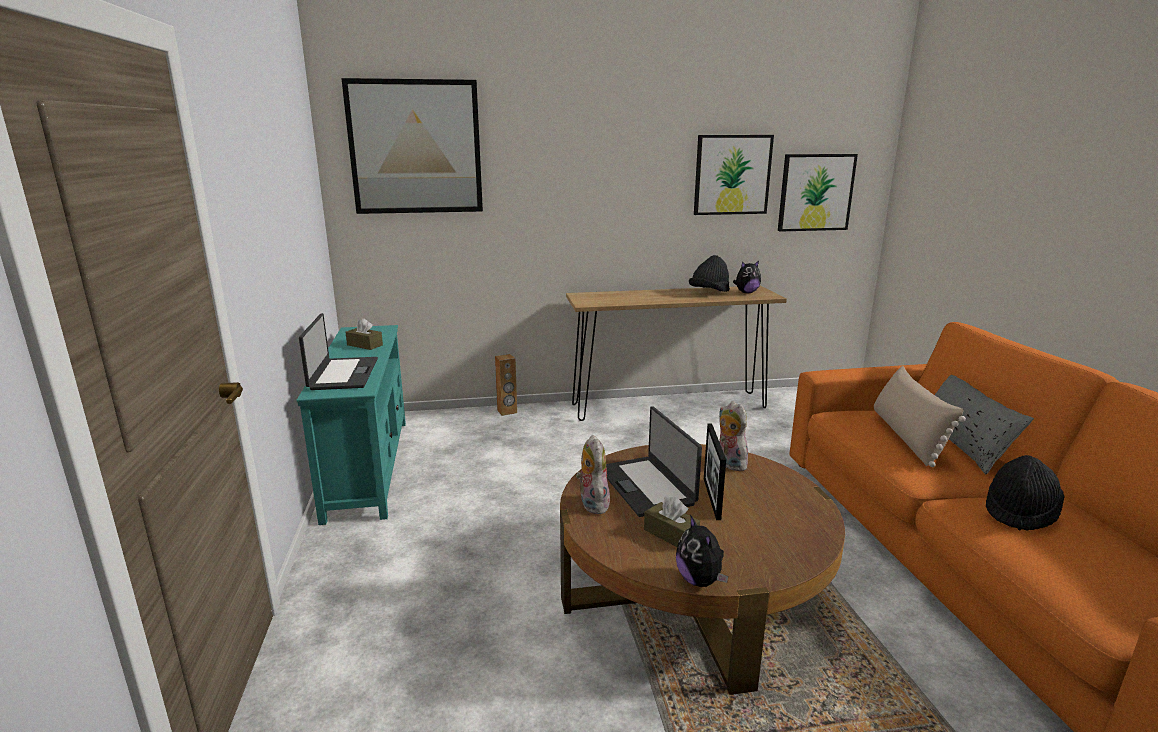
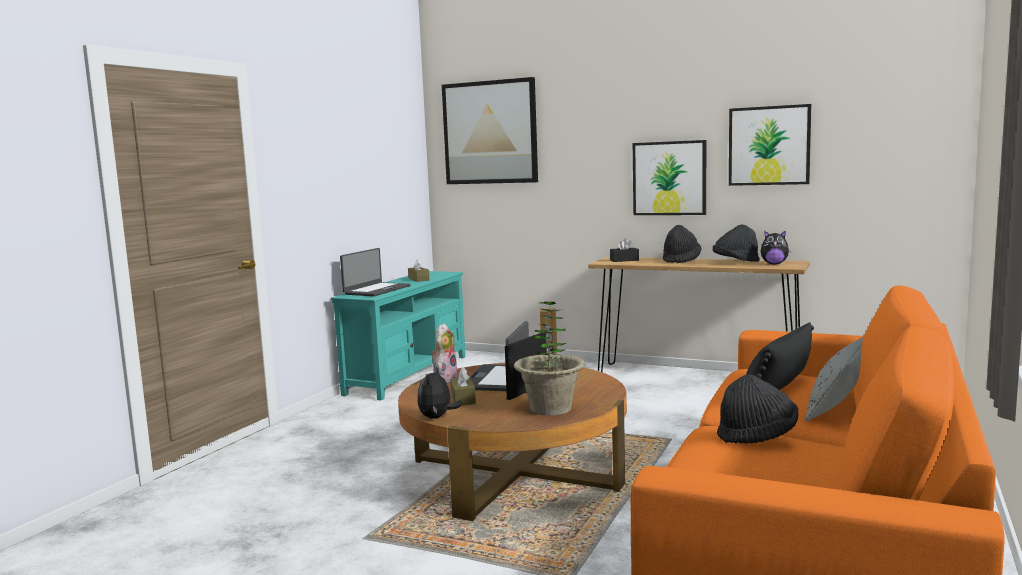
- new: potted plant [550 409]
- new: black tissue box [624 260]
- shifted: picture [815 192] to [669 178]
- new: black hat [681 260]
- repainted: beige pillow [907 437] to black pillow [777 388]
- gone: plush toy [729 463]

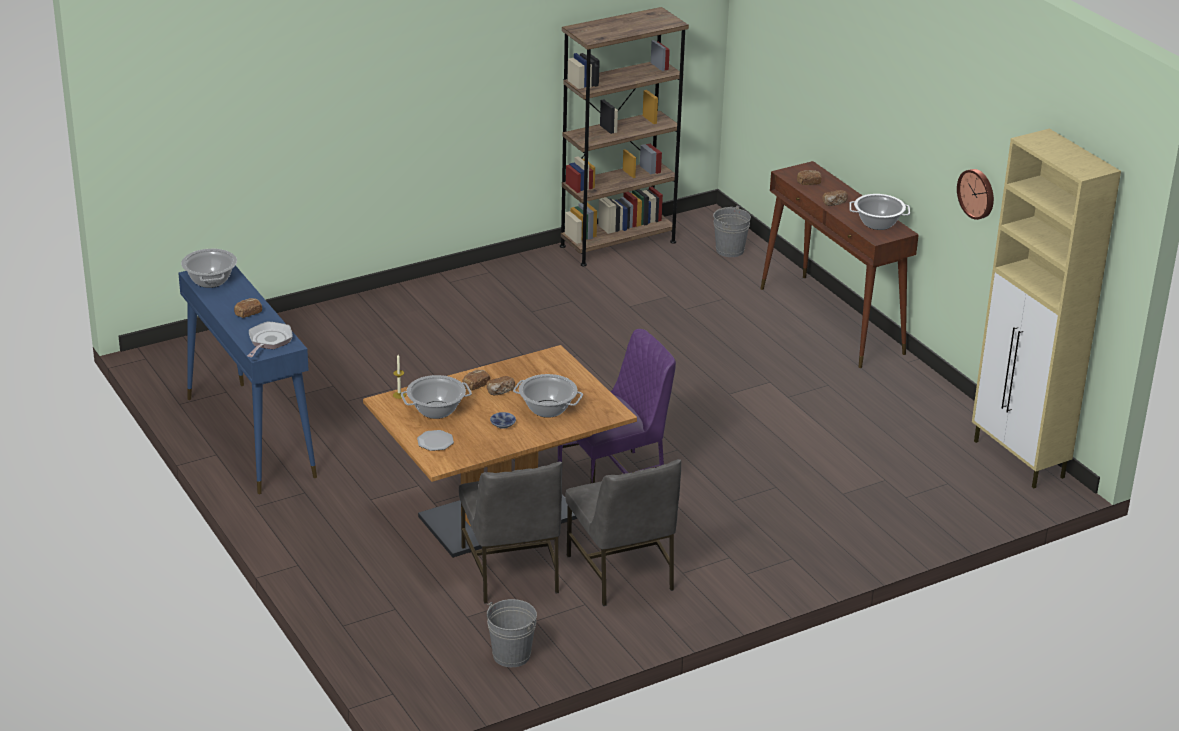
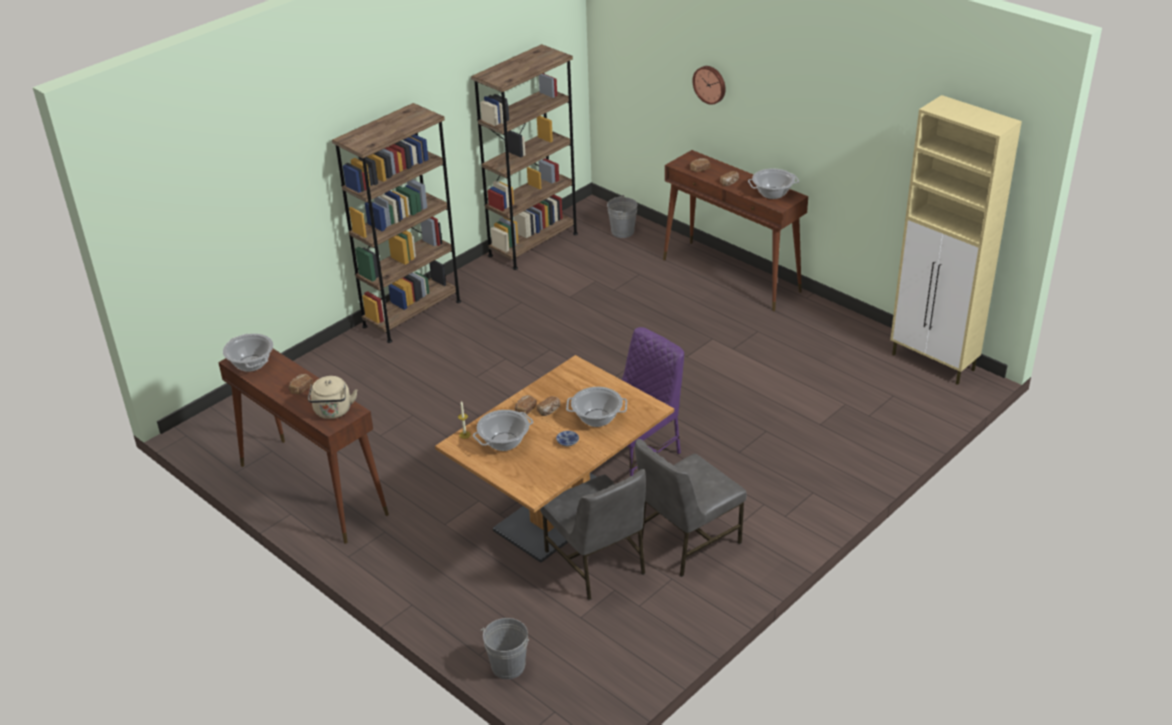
- repainted: blue console table [249 436] to brown console table [312 489]
- swapped: frying pan [269 341] to beige kettle [333 412]
- new: brown bookcase [412 314]
- shifted: grey bucket [511 655] to [508 666]
- rotated: grey chair [622 573] = [687 541] 90 degrees clockwise
- shifted: wall clock [977 193] to [710 84]
- gone: plate [435 442]

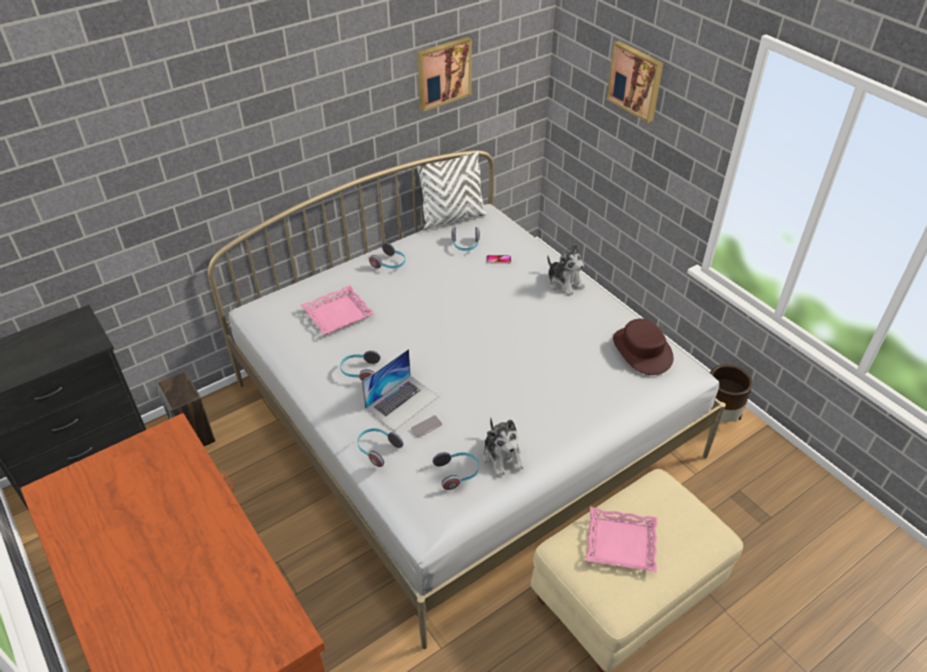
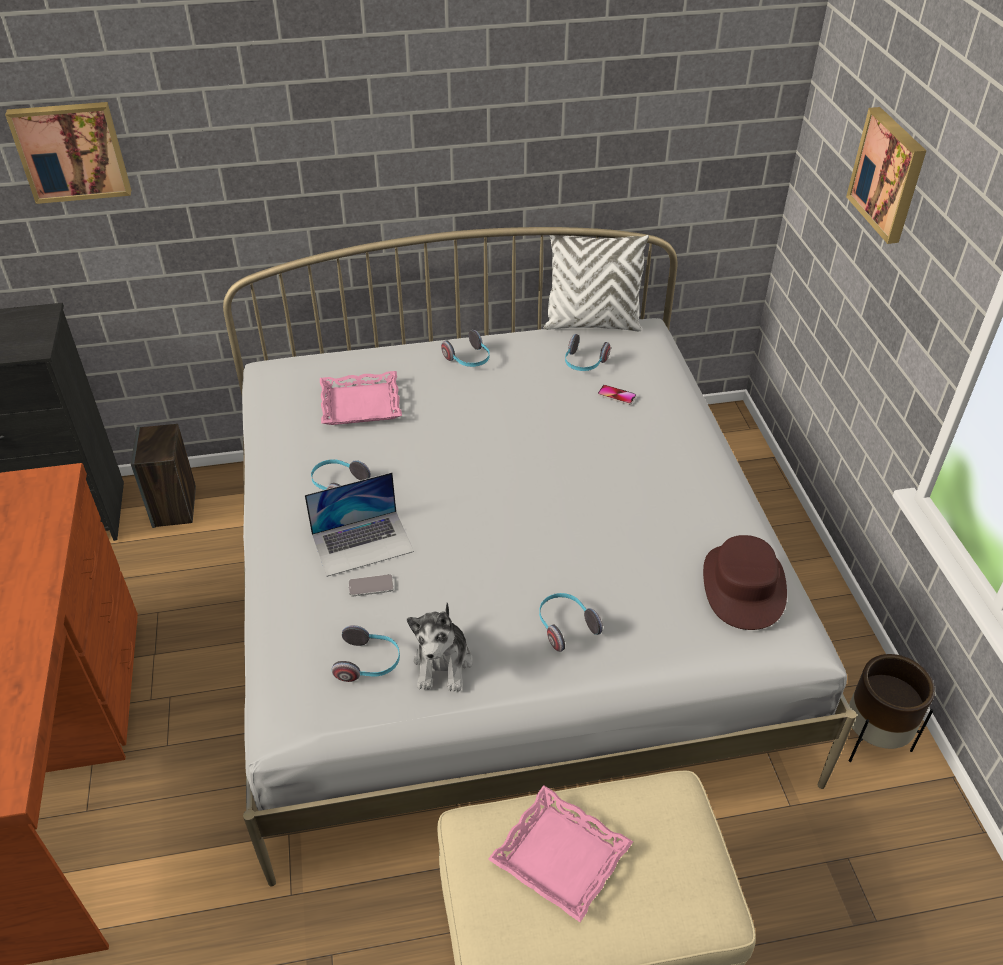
- shifted: picture [443 73] to [71 151]
- shifted: headphones [377 449] to [565 626]
- gone: plush toy [564 283]

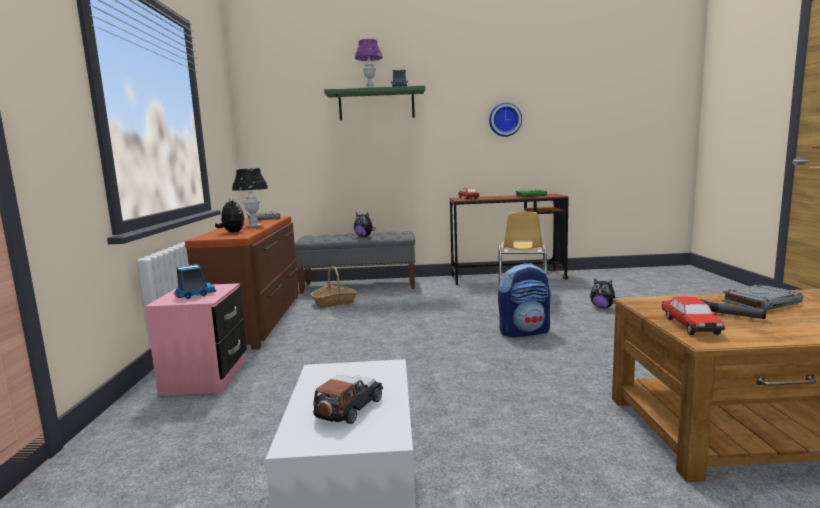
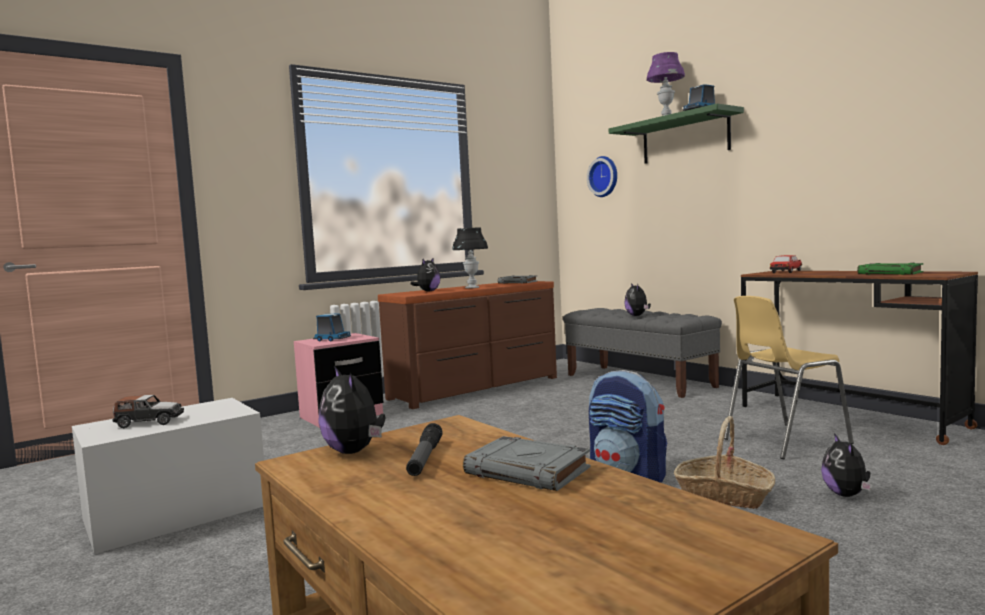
- swapped: toy car [689 325] to plush toy [354 451]
- shifted: wall clock [504 120] to [604 176]
- shifted: basket [334 302] to [724 495]

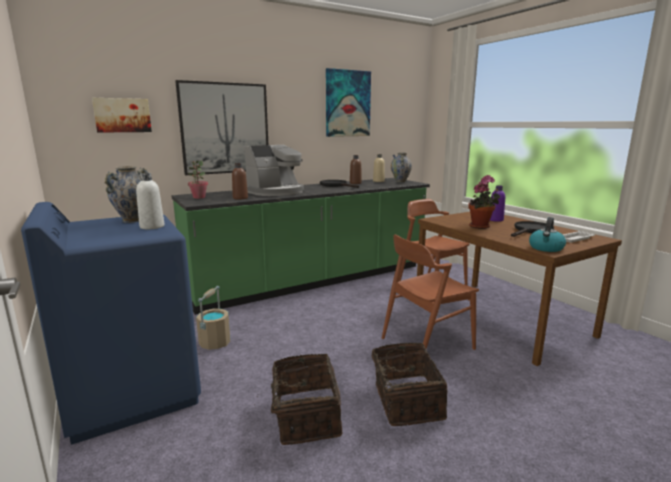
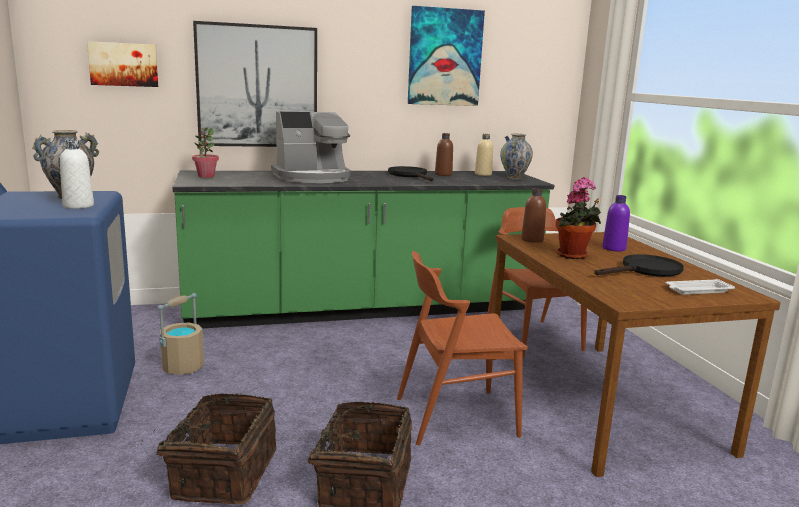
- shifted: brown bottle [240 198] to [532 240]
- gone: kettle [546 248]

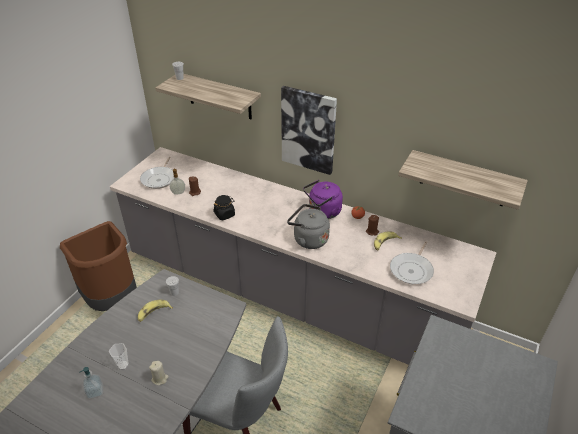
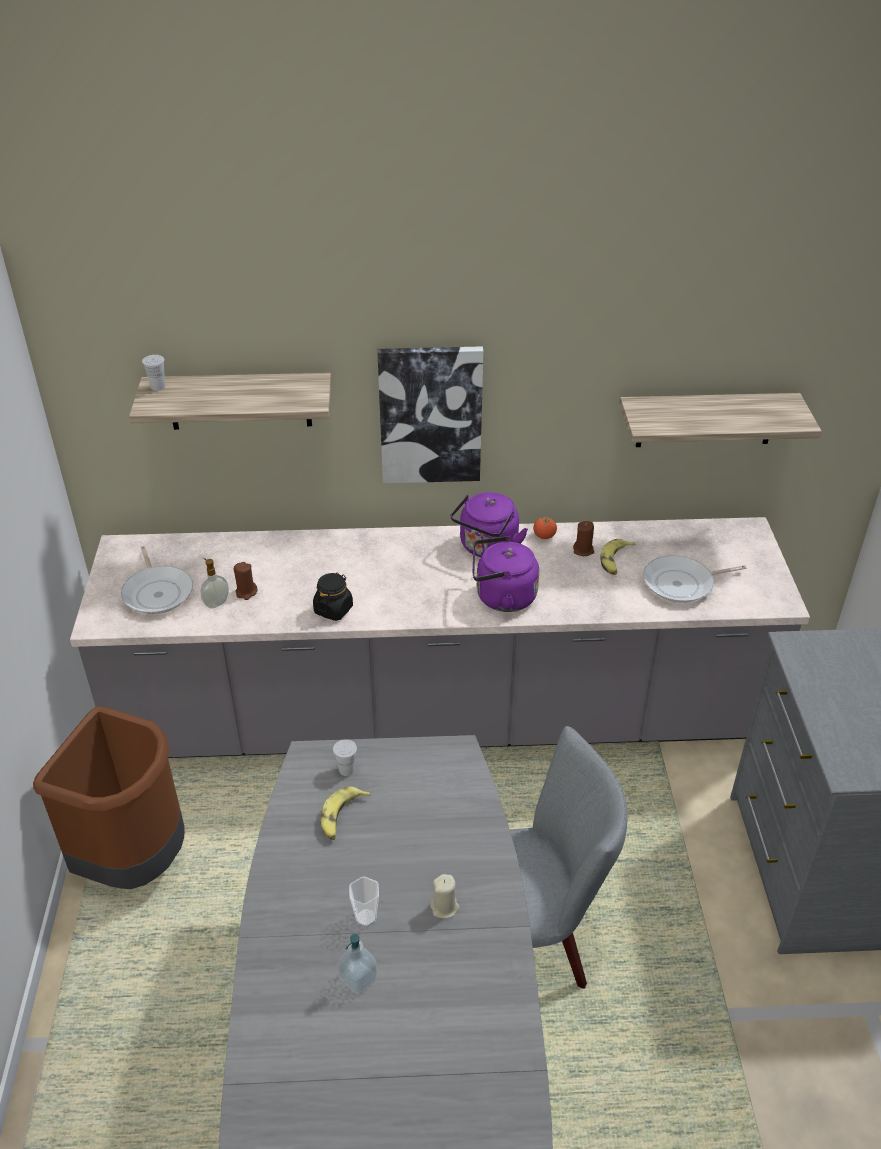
- repainted: grey kettle [308 239] to purple kettle [501 597]
- rotated: frying pan [412 270] = [682 584] 75 degrees clockwise

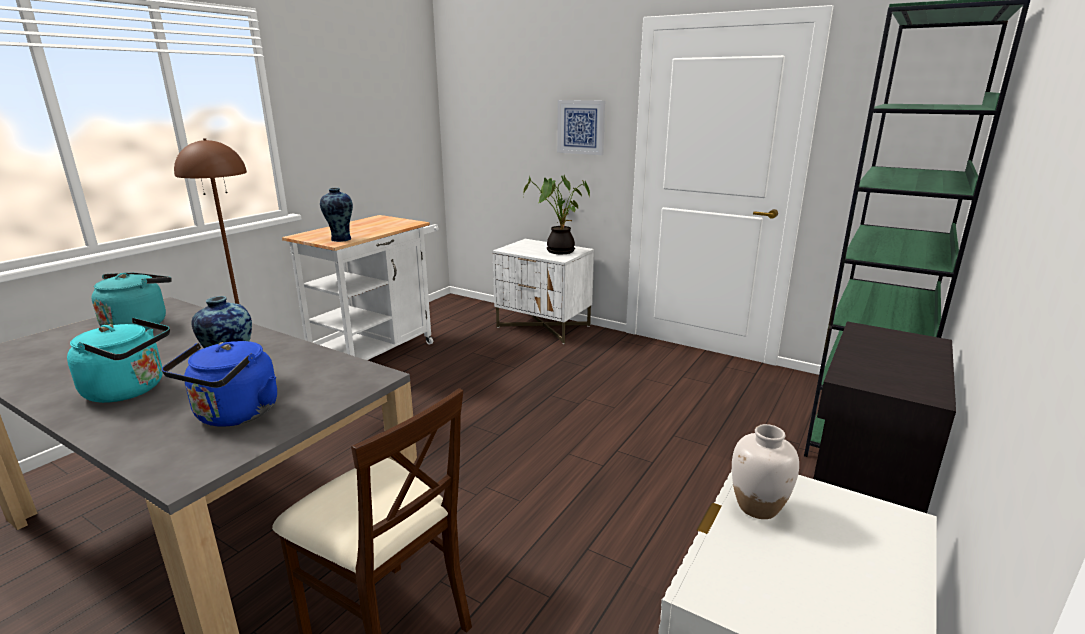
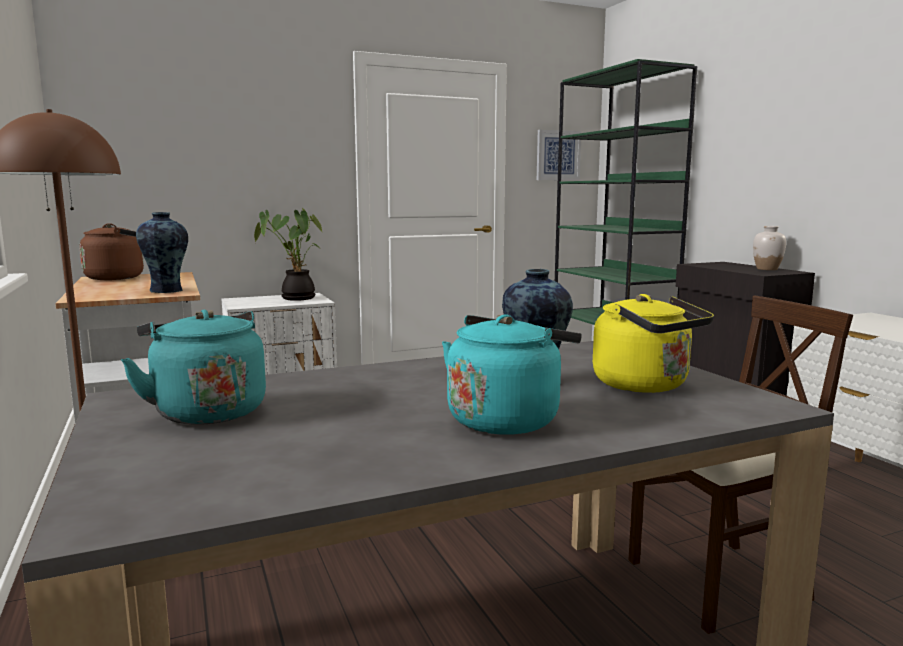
- new: brown kettle [119 277]
- shifted: picture [581 127] to [558 155]
- repainted: blue kettle [234 415] to yellow kettle [646 385]
- shifted: white vase [758 507] to [767 269]

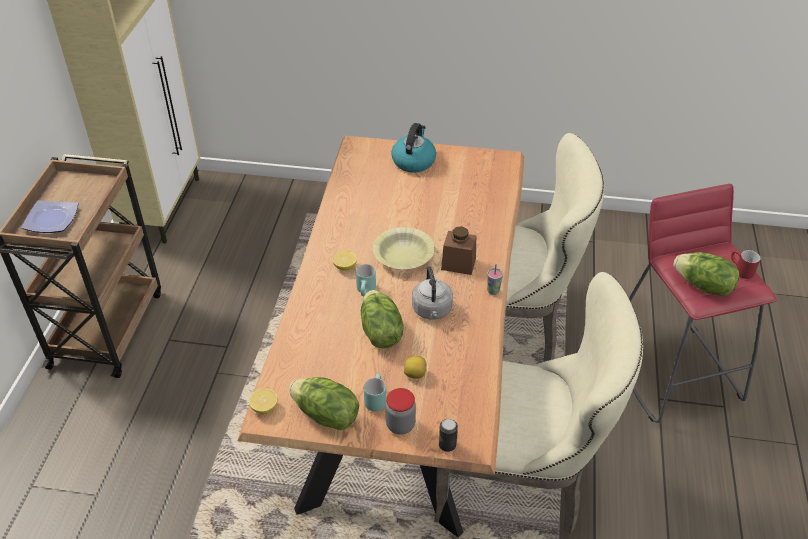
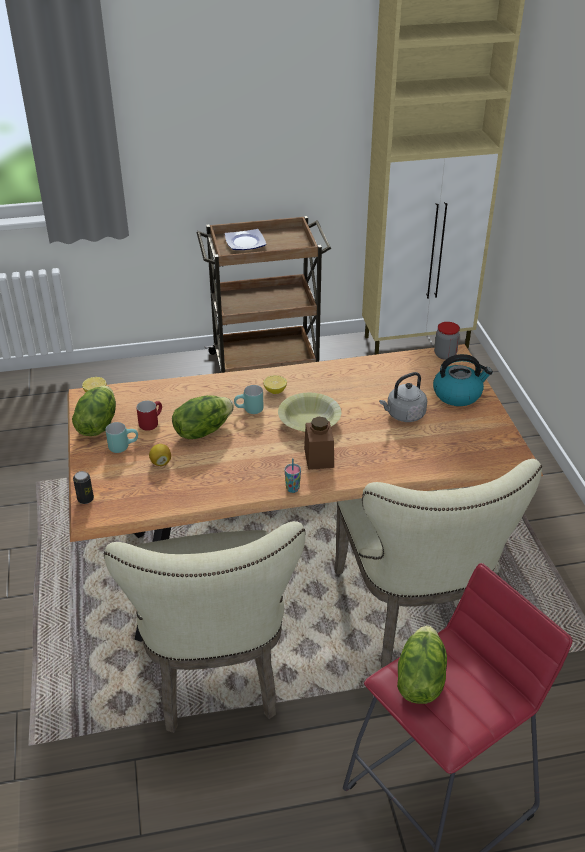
- shifted: red mug [739 271] to [150 422]
- shifted: grey kettle [432 311] to [403 415]
- shifted: jar [400 425] to [445 354]

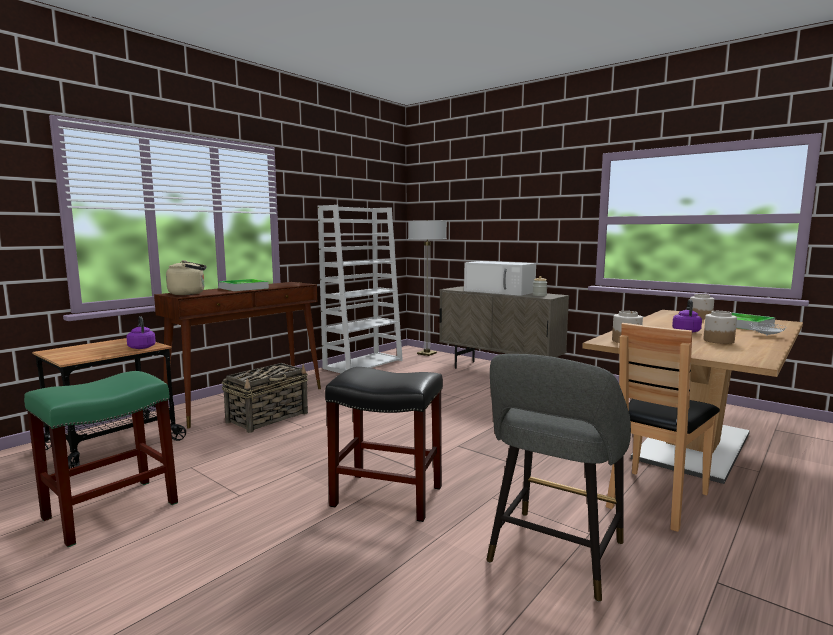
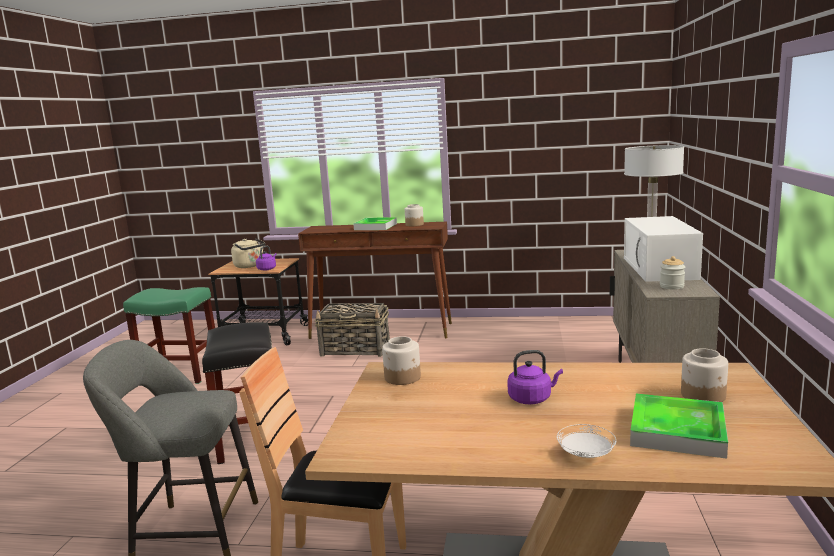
- shifted: beige kettle [189 293] to [249 266]
- shifted: jar [718 341] to [414 224]
- gone: white bookcase [363 364]

